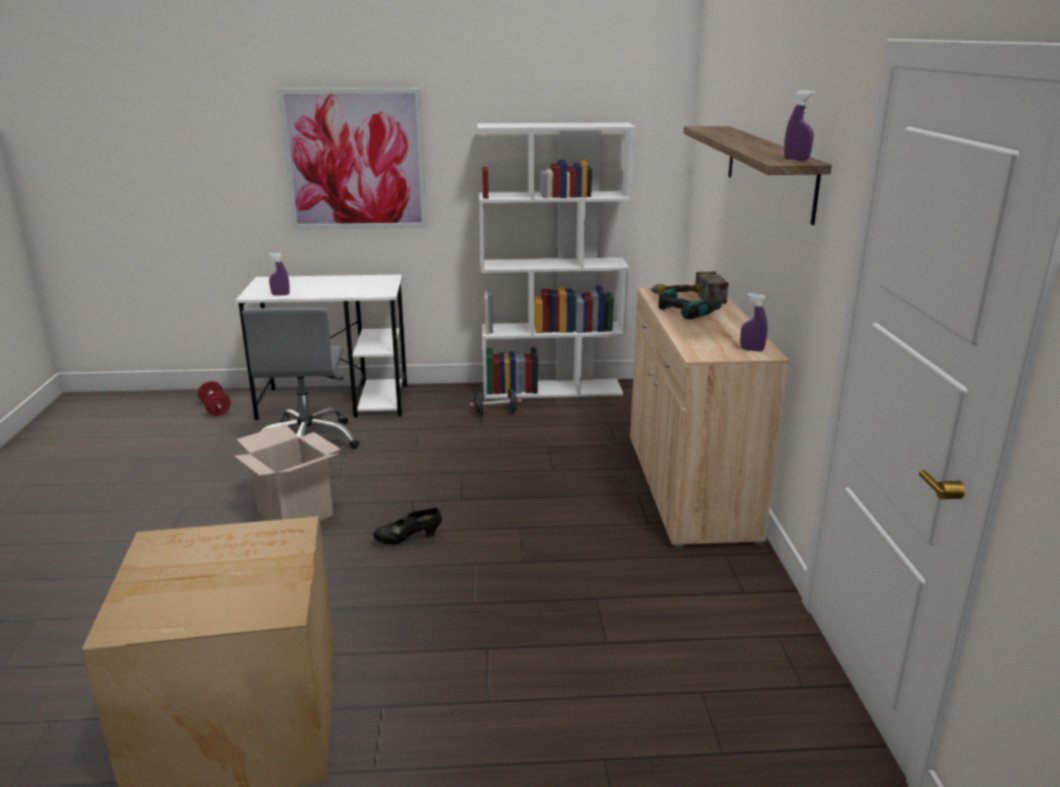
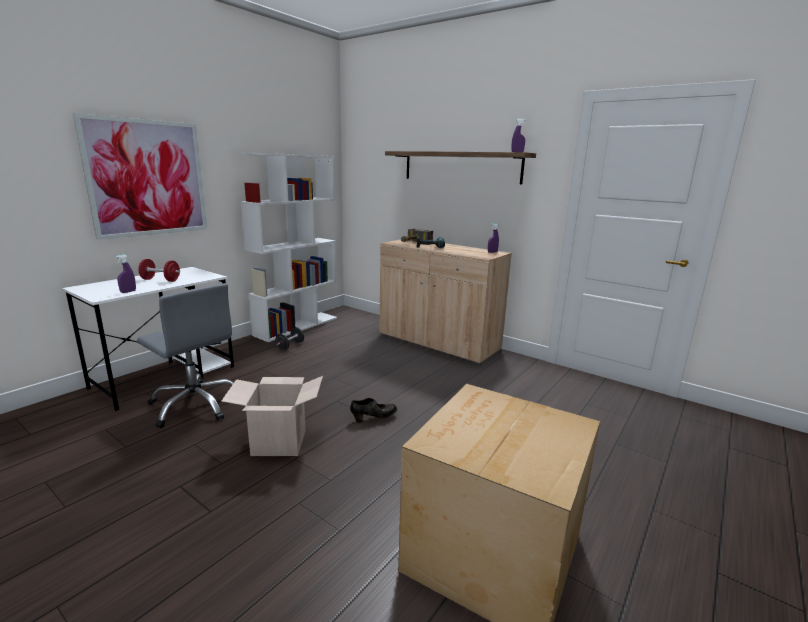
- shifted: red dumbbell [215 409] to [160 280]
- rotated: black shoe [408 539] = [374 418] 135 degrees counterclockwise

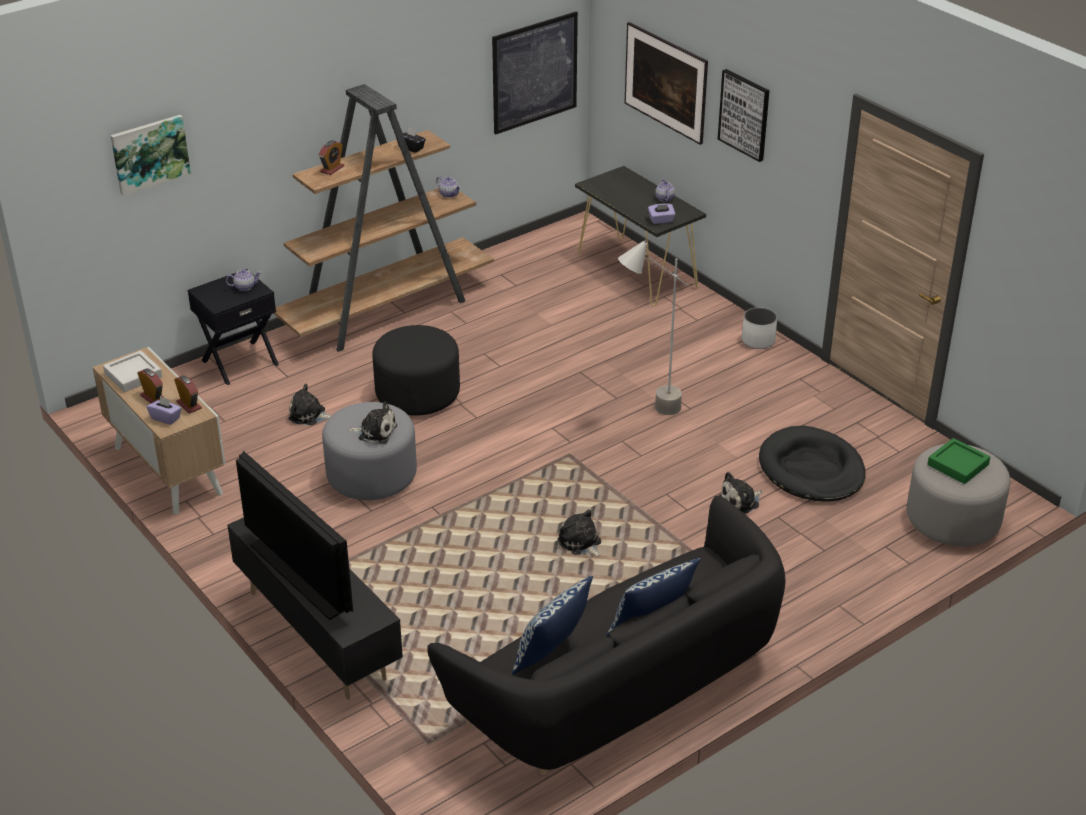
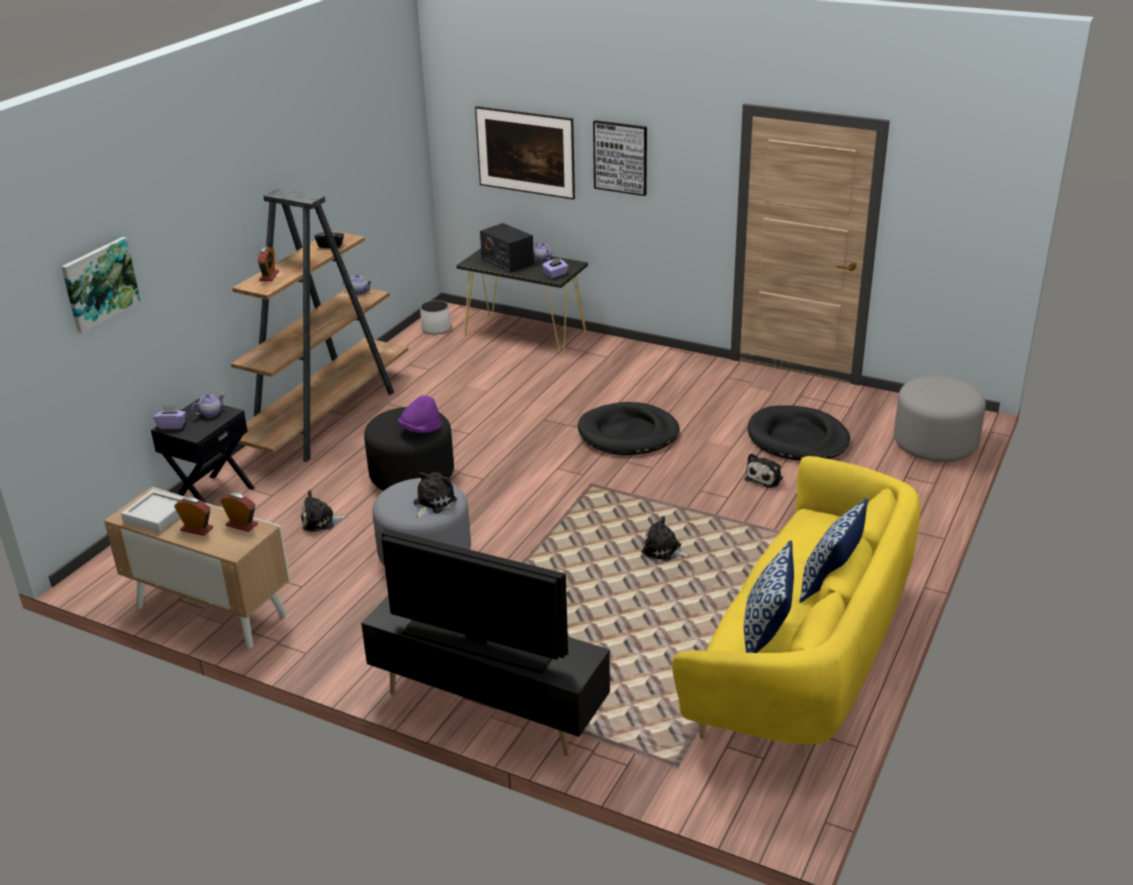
- shifted: purple tissue box [166 418] to [172 425]
- new: purple hat [420 430]
- rotated: plush toy [375 432] = [432 503] 45 degrees counterclockwise
- shifted: white planter [758 340] to [436 328]
- new: radio [507 261]
- swapped: grey floor lamp [648 412] to black dog bed [628 434]
- repainted: black sofa [621 688] to yellow sofa [803 656]
- gone: picture [534 72]
- gone: green tray [958 465]

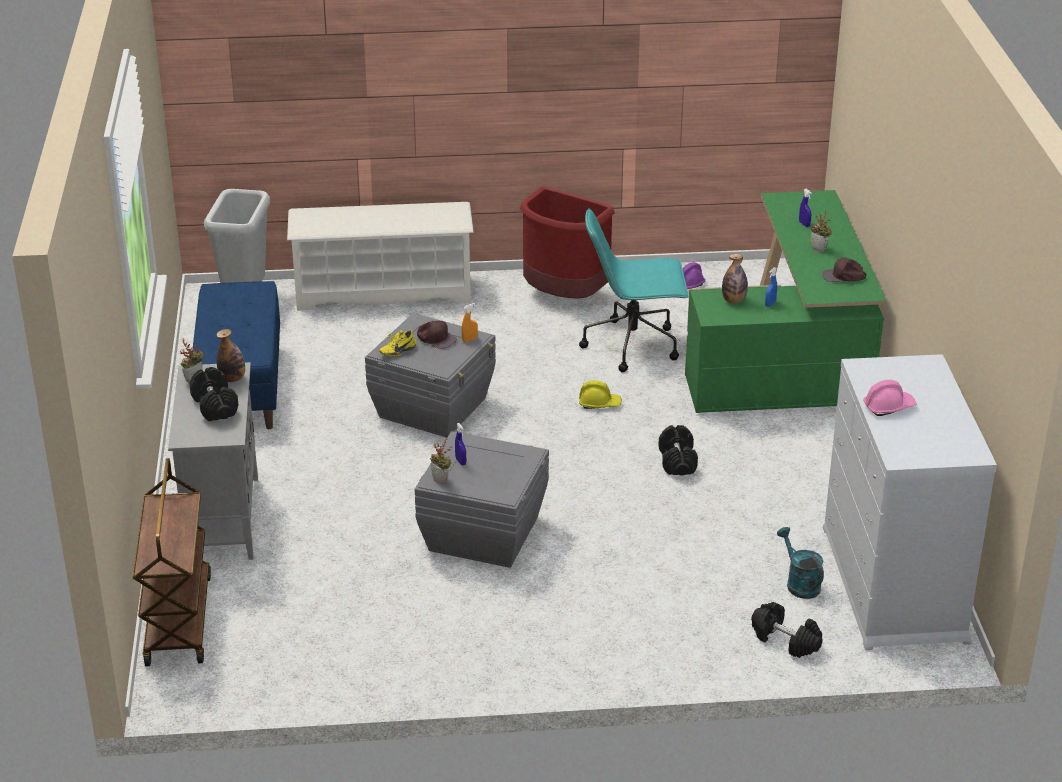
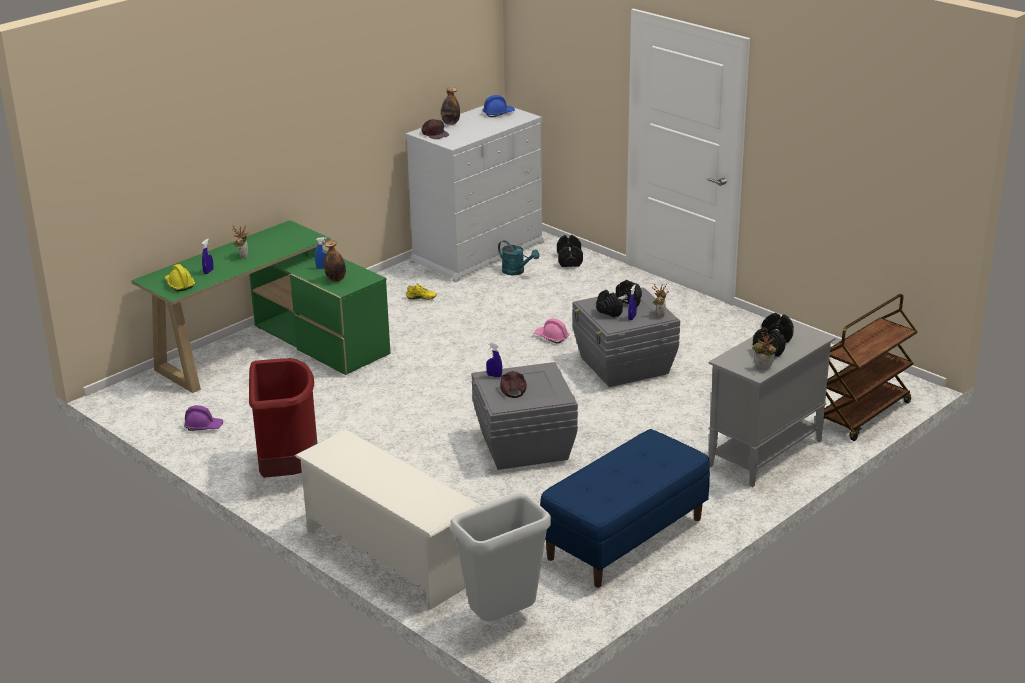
- shifted: yellow hard hat [599 403] to [179 284]
- shifted: yellow shoe [397 351] to [421 299]
- shifted: brown cap [844 276] to [434 133]
- shifted: bottle [232 378] to [450 123]
- new: blue hard hat [498 113]
- repainted: orange spray bottle [469 340] to blue spray bottle [494 376]
- rotated: turquoise watering can [799 583] = [517 271] 75 degrees counterclockwise
- shifted: pink hard hat [888 407] to [551 337]
- shifted: black dumbbell [677 461] to [618 308]
- gone: turquoise office chair [633 345]

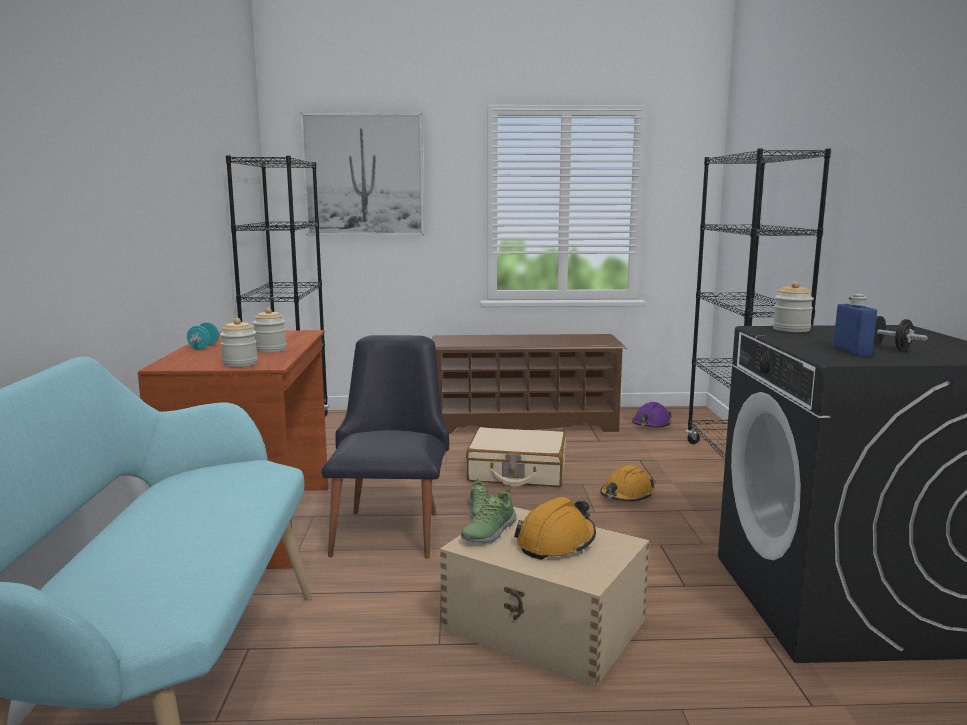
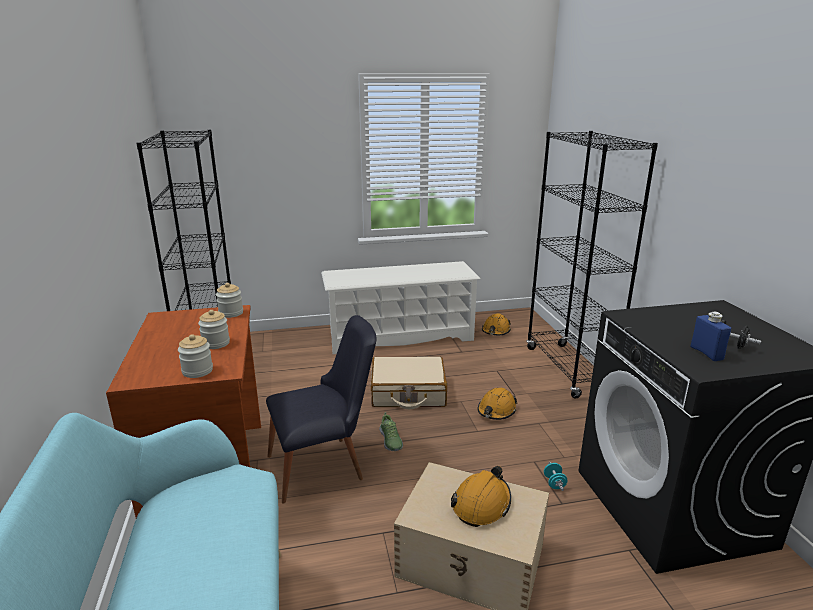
- shifted: jar [791 329] to [231 313]
- rotated: black chair [391 528] = [325 466] 75 degrees clockwise
- repainted: brown shoe rack [525 423] to white shoe rack [400 336]
- repainted: purple hard hat [651 425] to orange hard hat [496 331]
- shifted: turquoise dumbbell [204 347] to [554 483]
- gone: picture [364 175]
- gone: shoe [488 532]

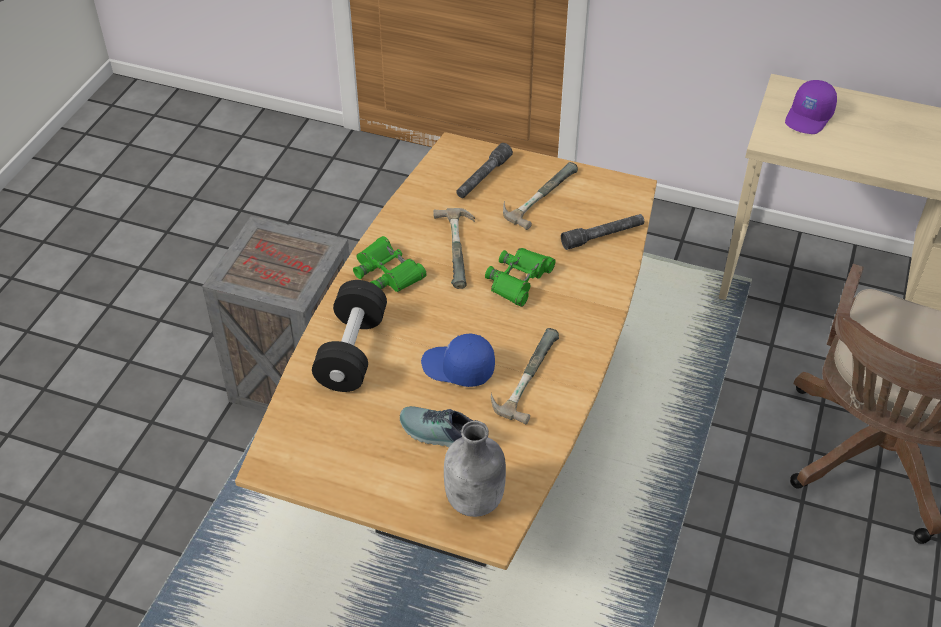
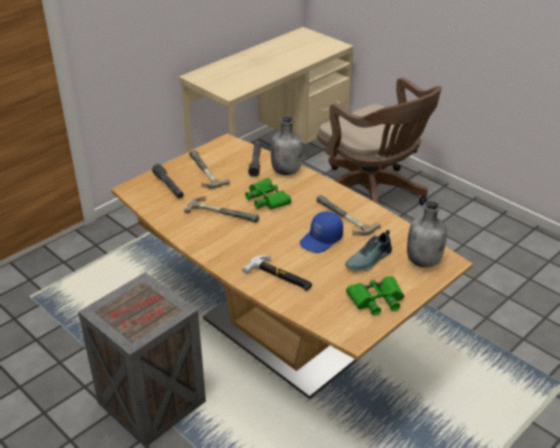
- swapped: black dumbbell [352 352] to hammer [279 277]
- new: grey bottle [286 171]
- shifted: green binoculars [387 272] to [376 300]
- gone: purple cap [809 117]

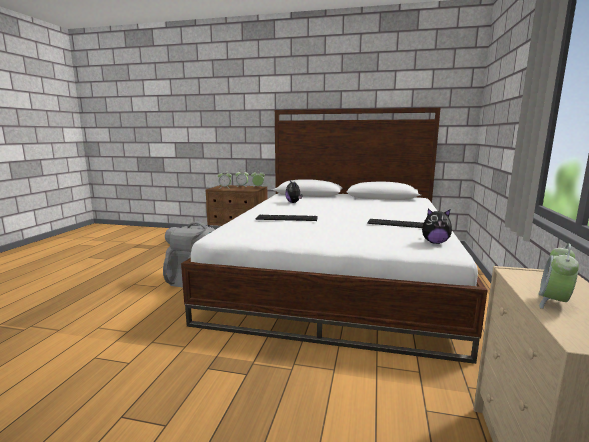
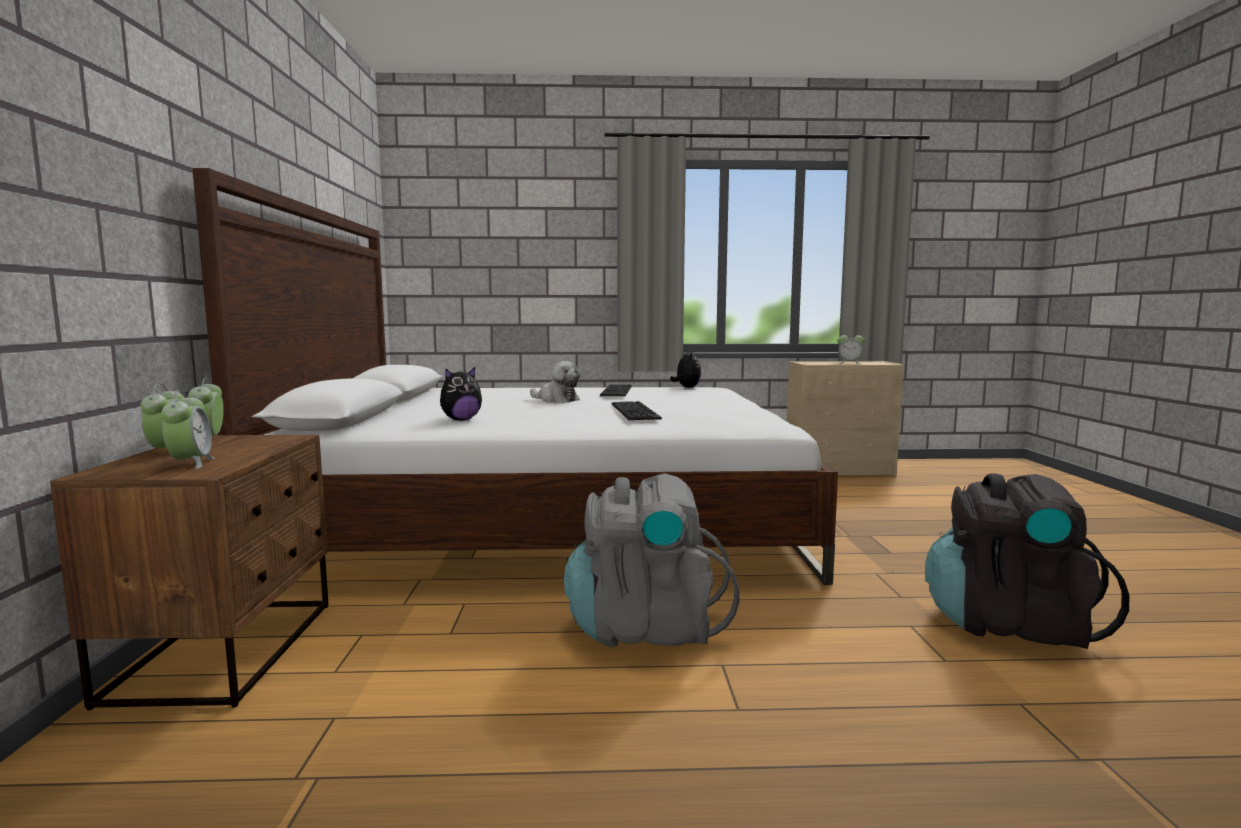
- new: plush toy [556 400]
- new: black backpack [1009 624]

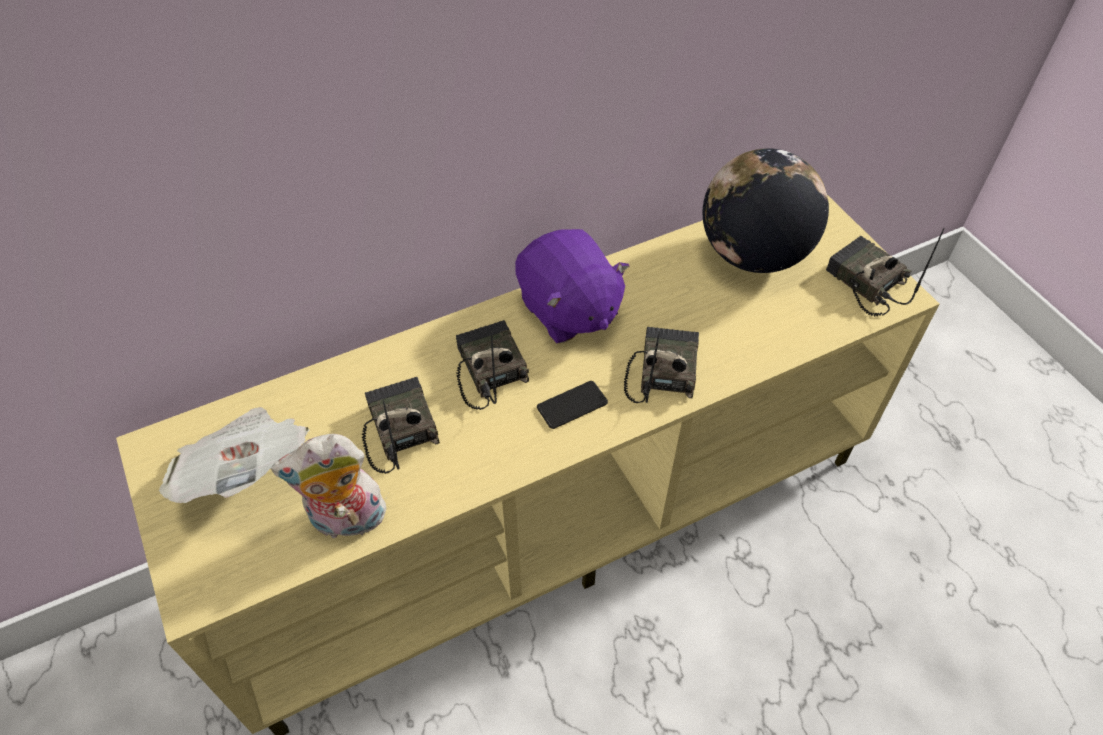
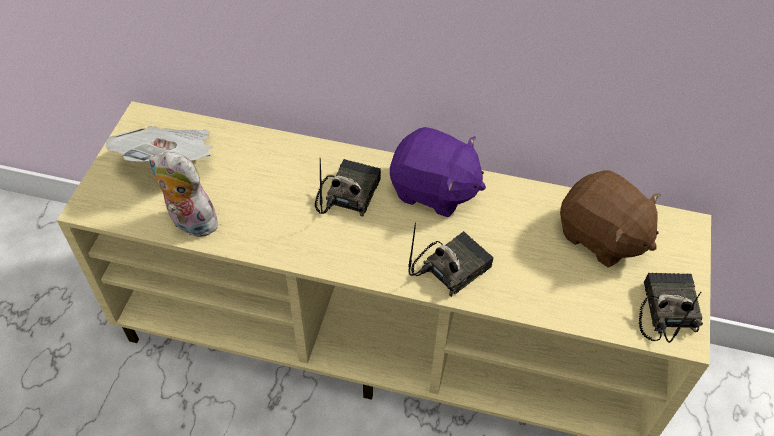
- rotated: purple plush toy [568 310] = [434 190] 75 degrees counterclockwise
- swapped: globe [753 254] to brown plush toy [601 236]
- gone: radio [398 430]
- gone: phone [572 405]

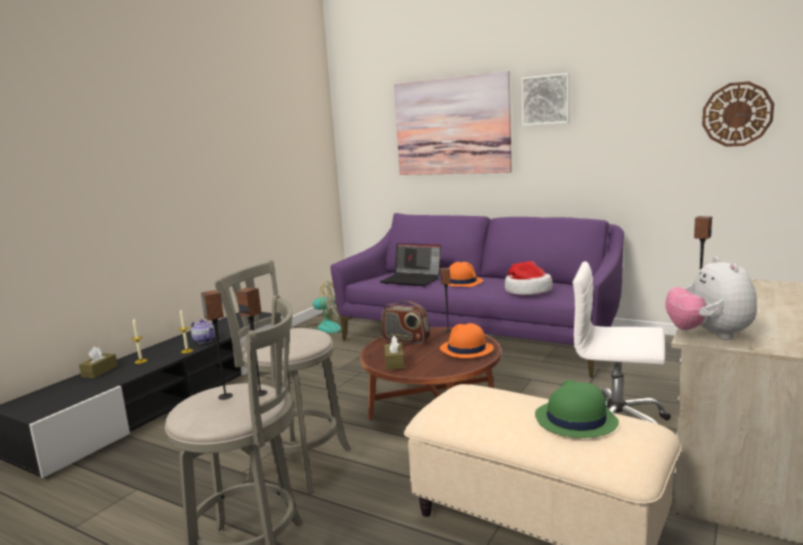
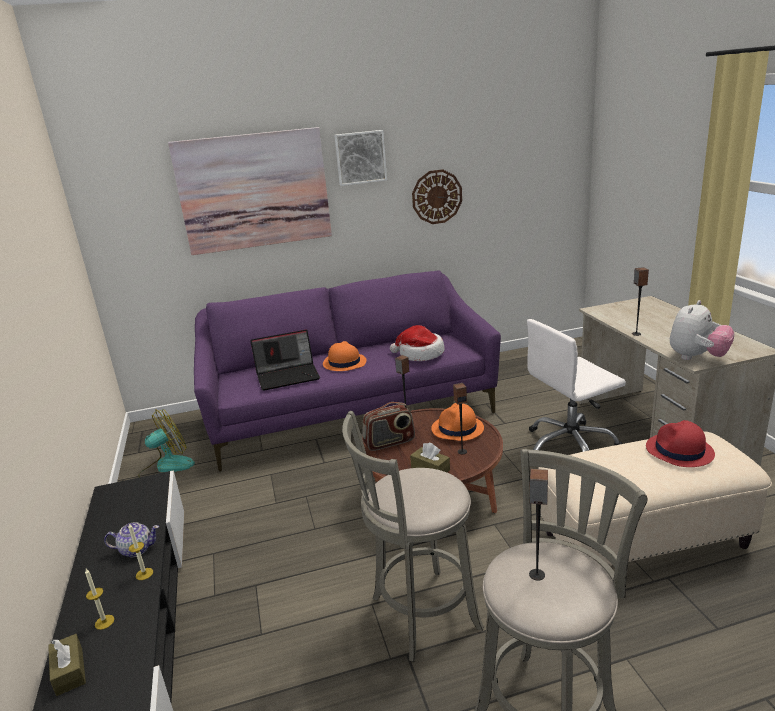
- shifted: wall clock [737 114] to [437 197]
- shifted: speaker [260 393] to [462 451]
- repainted: green hat [575 420] to red hat [679 451]
- rotated: plush toy [709 335] = [696 358] 90 degrees counterclockwise

